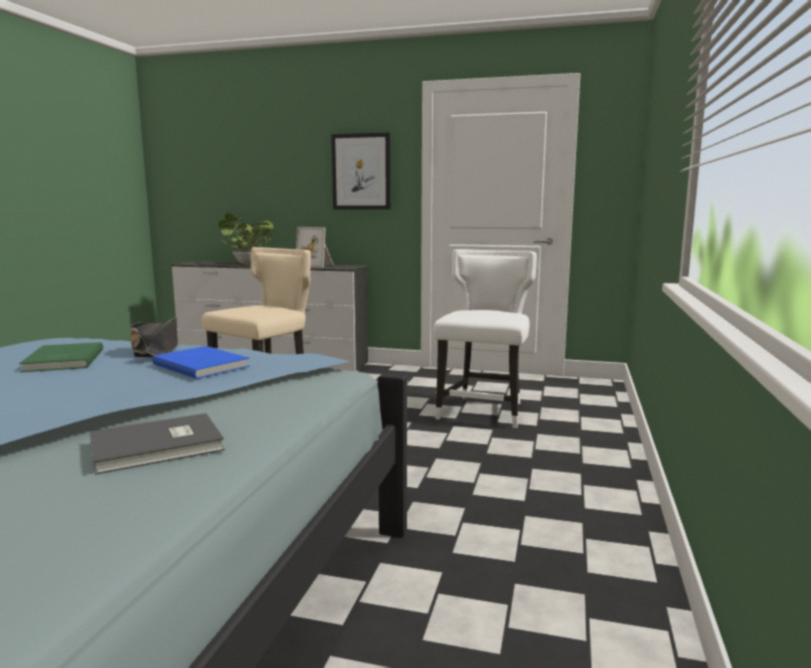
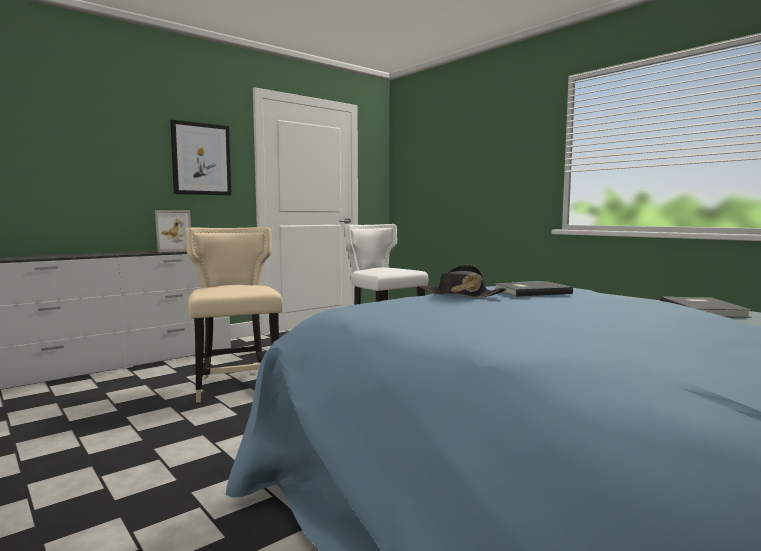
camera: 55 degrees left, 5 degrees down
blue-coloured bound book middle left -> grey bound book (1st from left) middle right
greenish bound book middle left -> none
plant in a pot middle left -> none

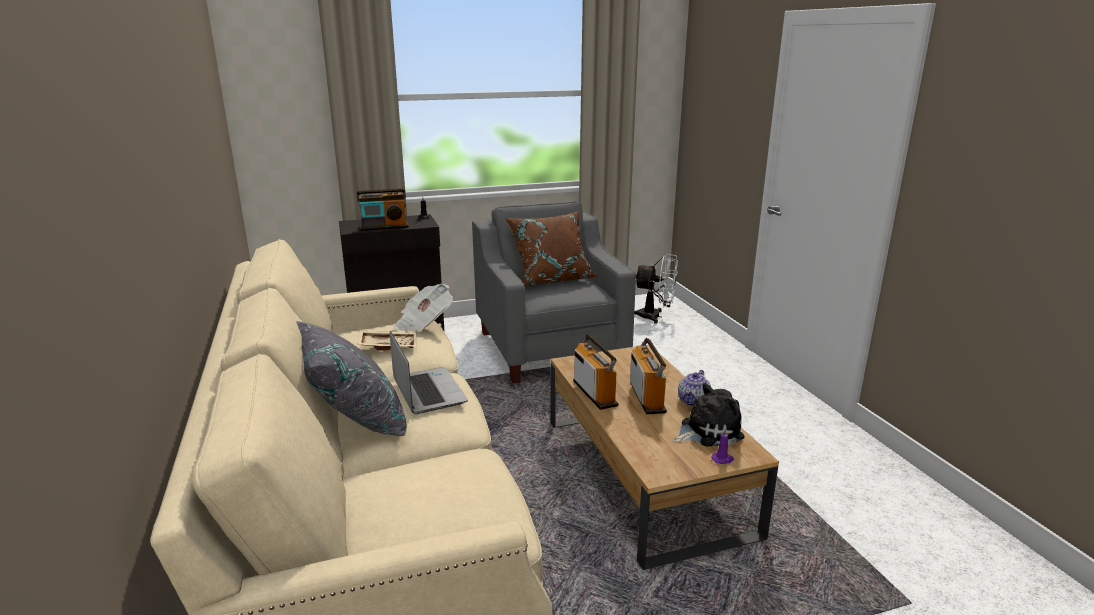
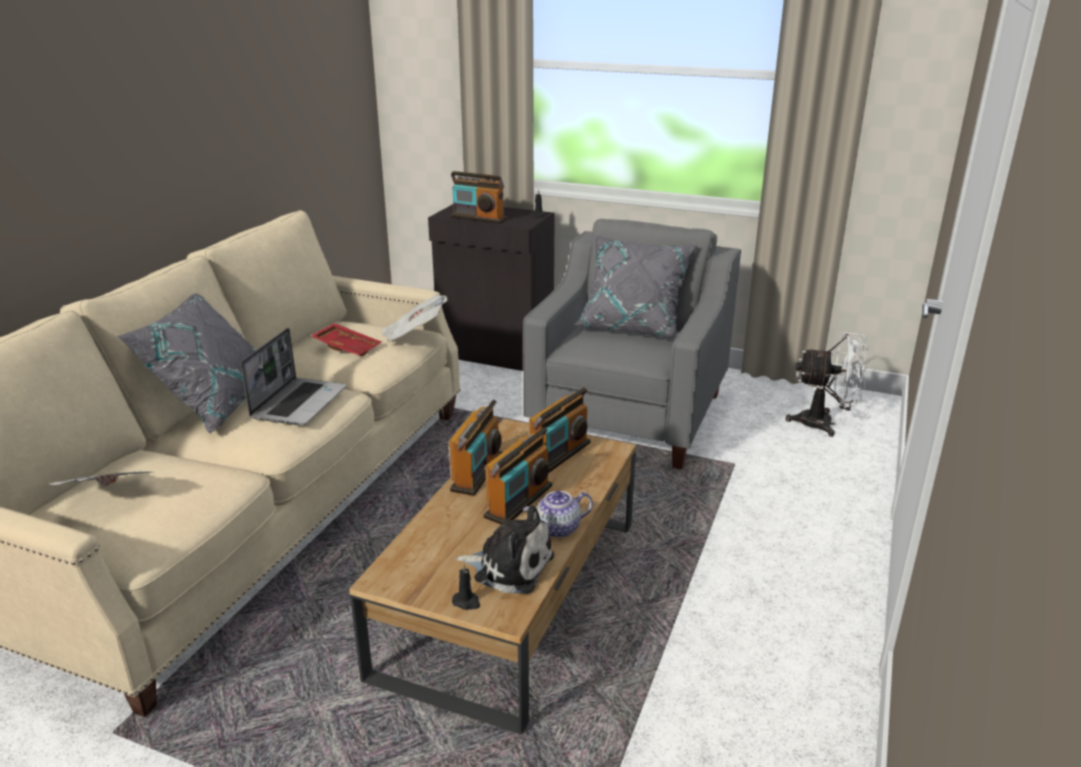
camera: 40 degrees right, 5 degrees up
none -> printed paper (1st from left) middle left
sand-coloured tray centre -> reddish tray middle left
purple wax candle bottom centre -> black wax candle (1st from left) bottom centre
none -> radio (4th from left) centre
brown cushion centre -> grey cushion (2nd from left) centre
whitish fan centre -> whitish fan middle right, 45 degrees counterclockwise

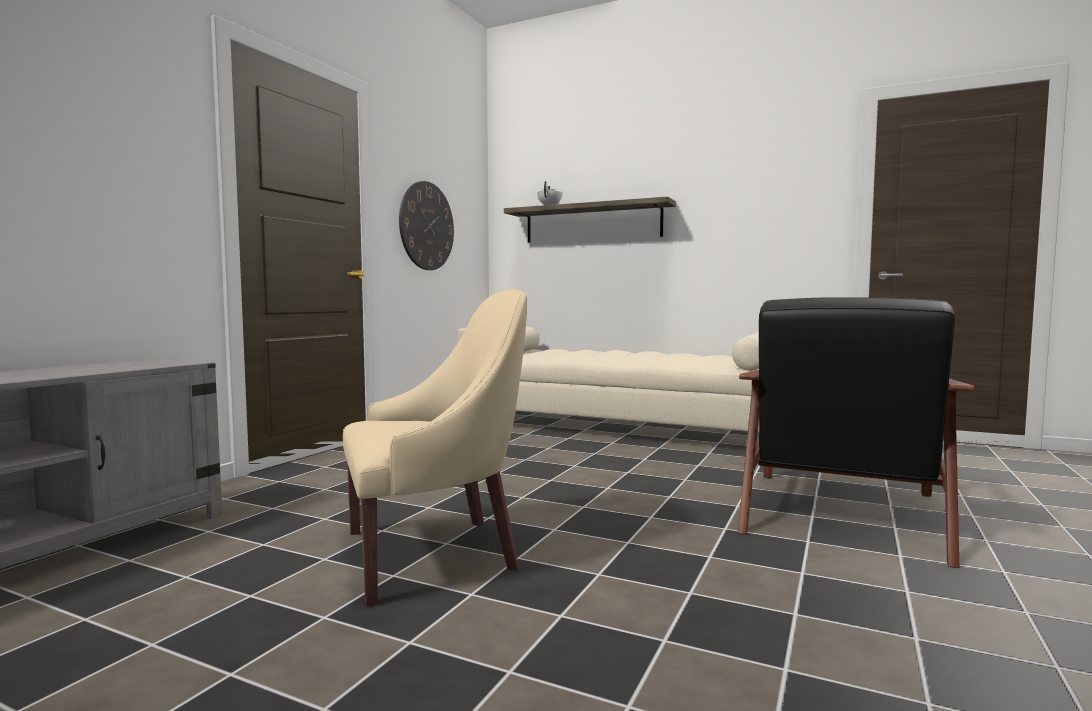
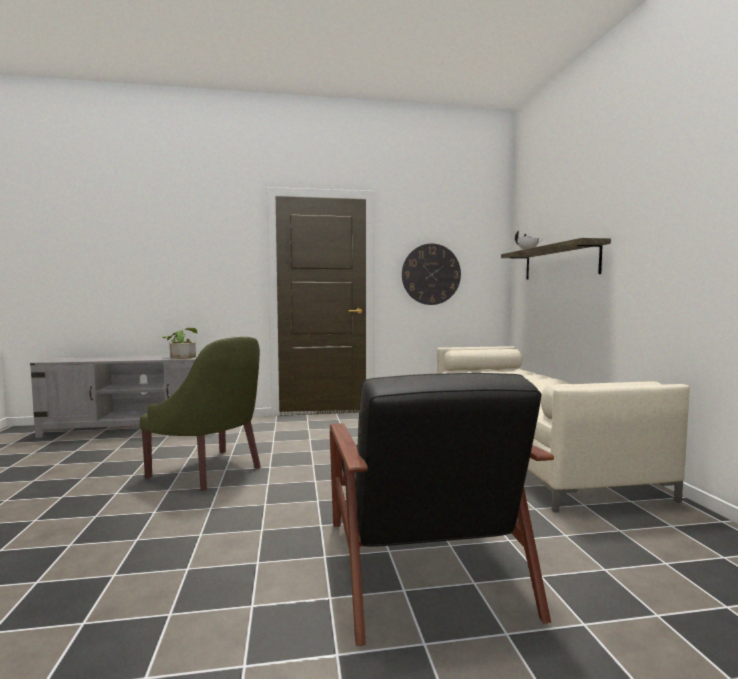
camera: 55 degrees right, 0 degrees up
sand-coloured easy chair centre -> greenish easy chair middle left
none -> plant in a pot middle left
black easy chair middle right -> black easy chair bottom centre, 90 degrees counterclockwise

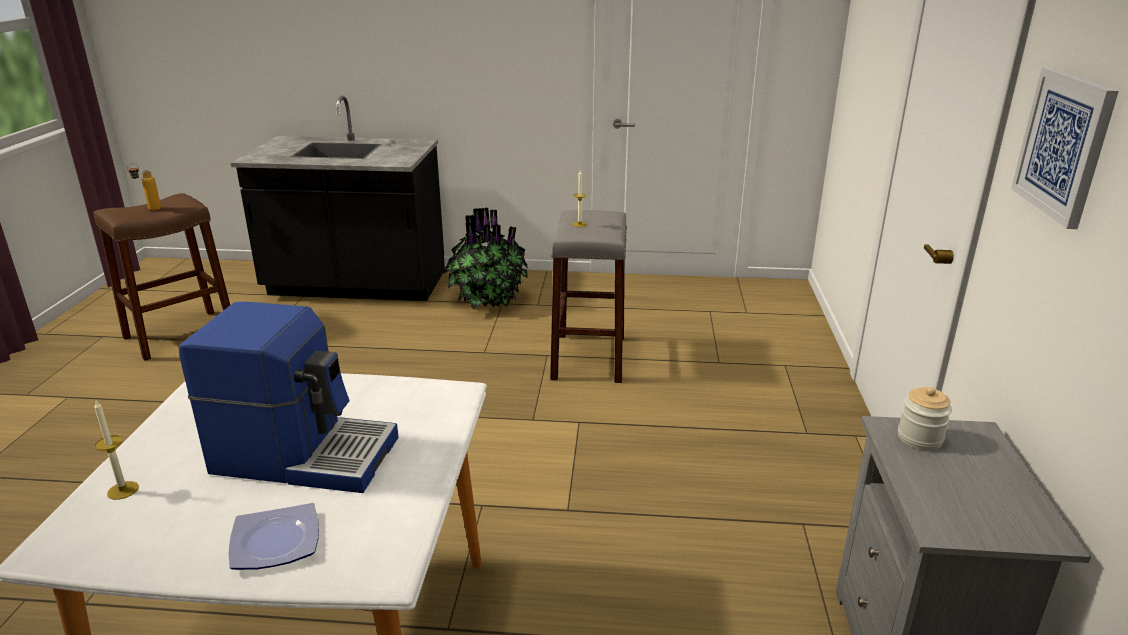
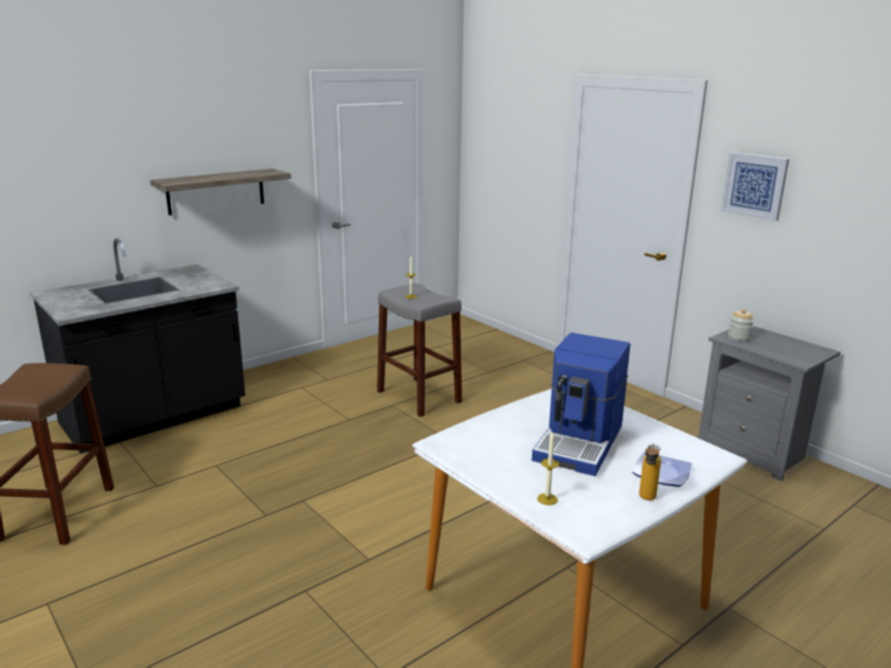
camera: 45 degrees left, 5 degrees down
none -> bracket shelf top left
coffee maker middle left -> coffee maker centre, 150 degrees clockwise
drink bottle top left -> drink bottle bottom right, move
plant in a pot centre -> none

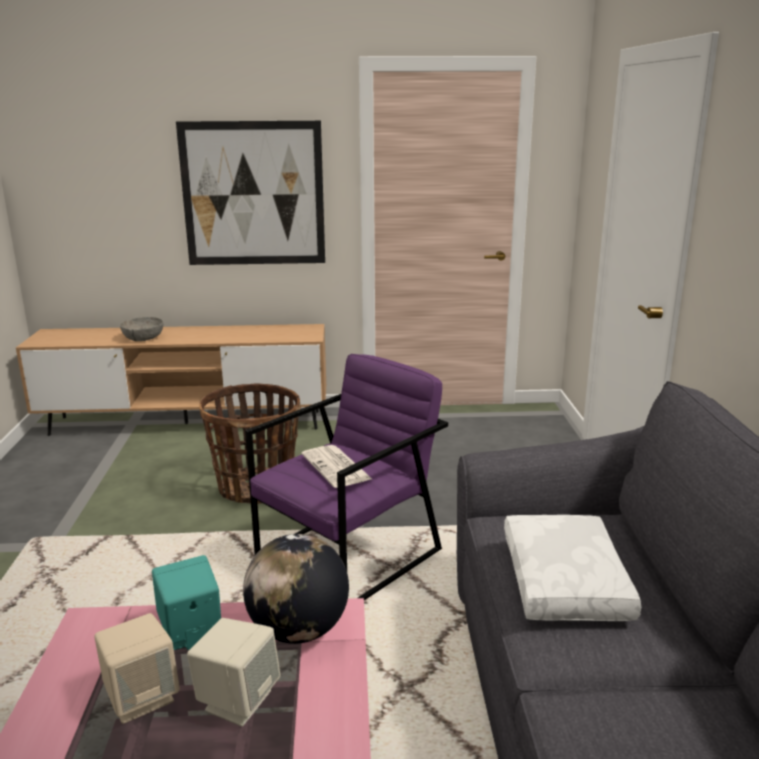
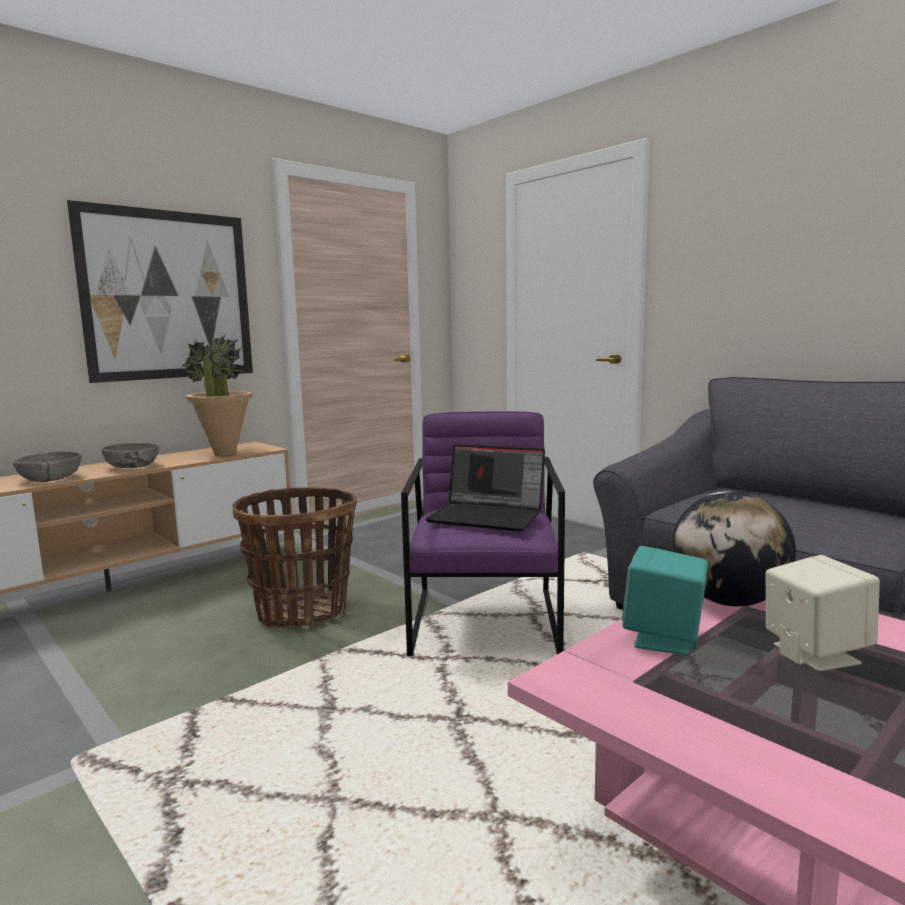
camera: 40 degrees left, 10 degrees down
none -> grey deep dish (2nd from left) middle left
none -> plant in a pot middle left
printed paper centre -> notebook computer centre
sand-coloured loudspeaker (1st from left) bottom left -> none
whitish cushion bottom right -> none

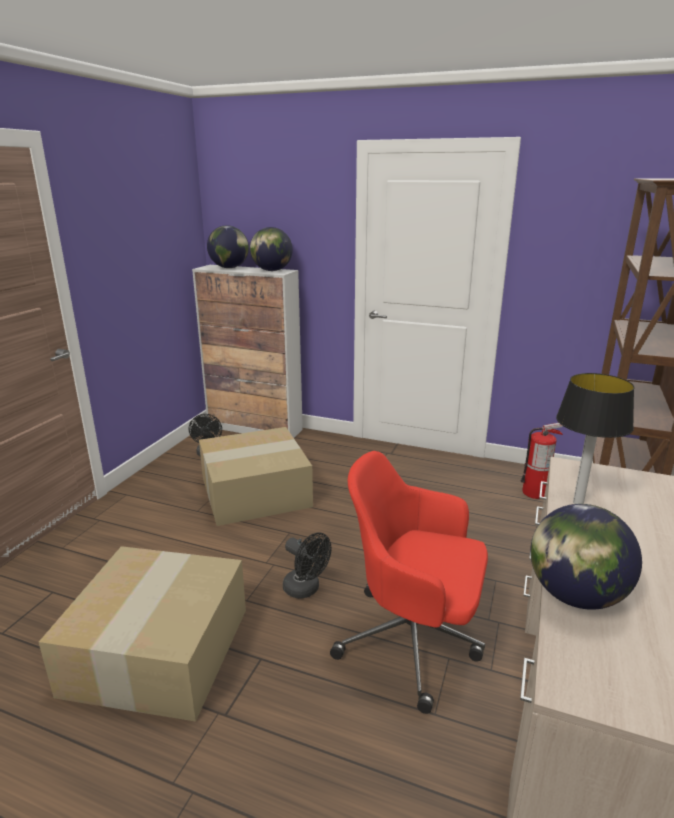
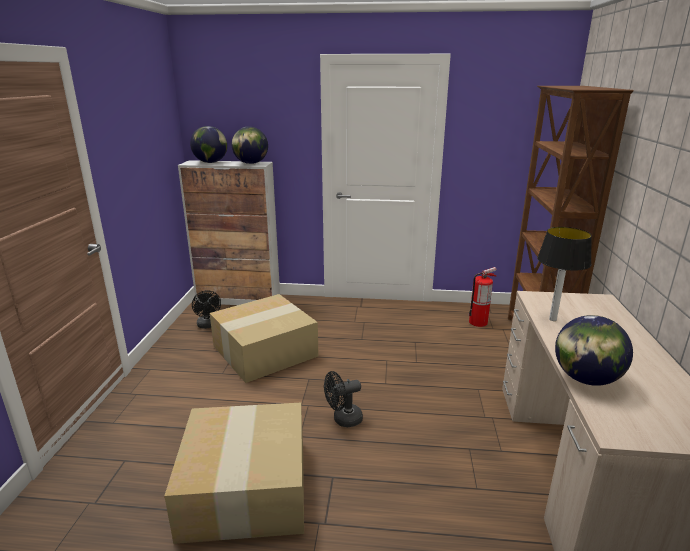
camera: 15 degrees left, 0 degrees up
black fan (2nd from left) bottom centre, 135 degrees clockwise
reddish office chair bottom centre -> none

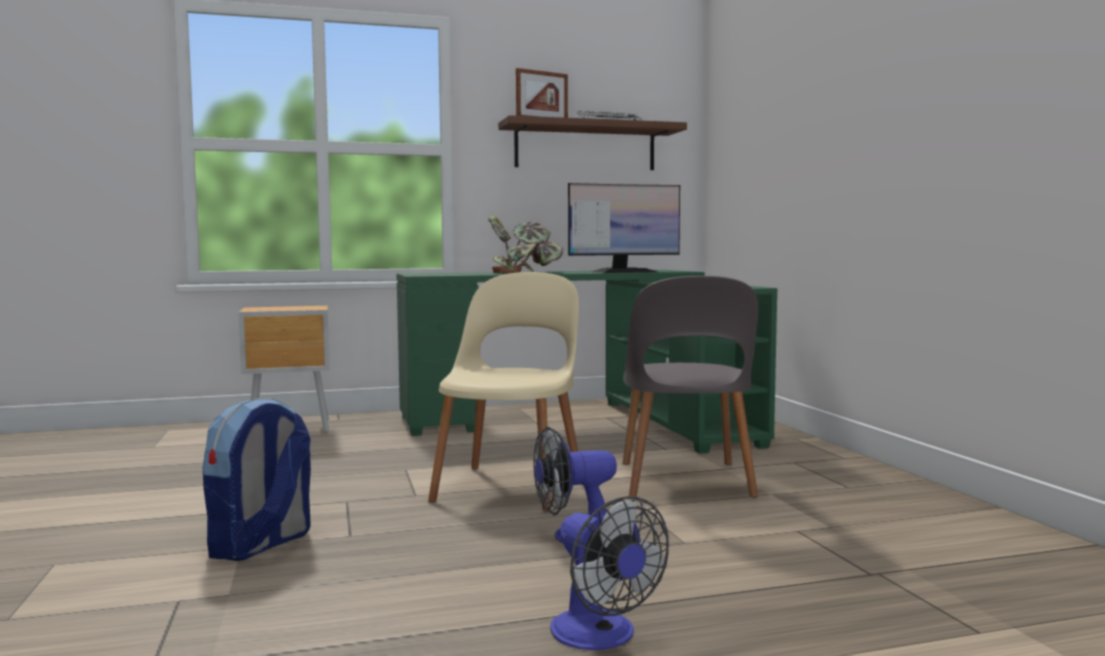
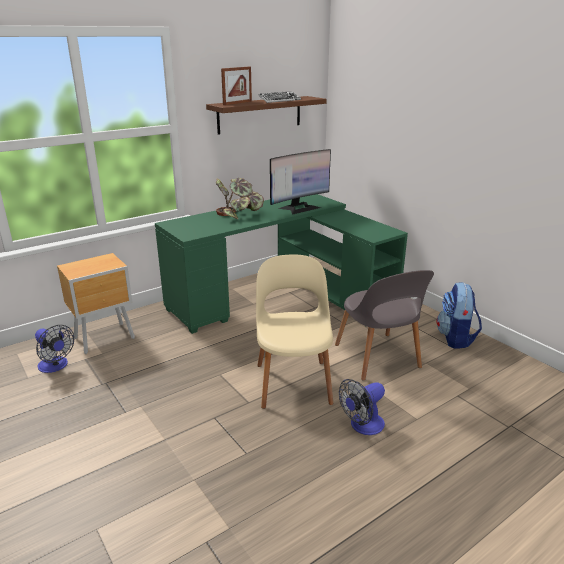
camera: 20 degrees left, 20 degrees up
fan (2nd from left in the first image) bottom centre -> fan (1st from left) middle left, move
backpack bottom left -> backpack middle right, move

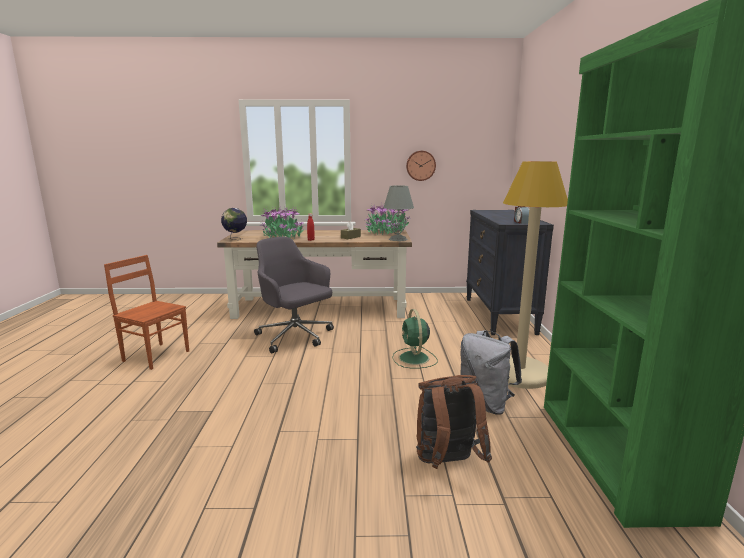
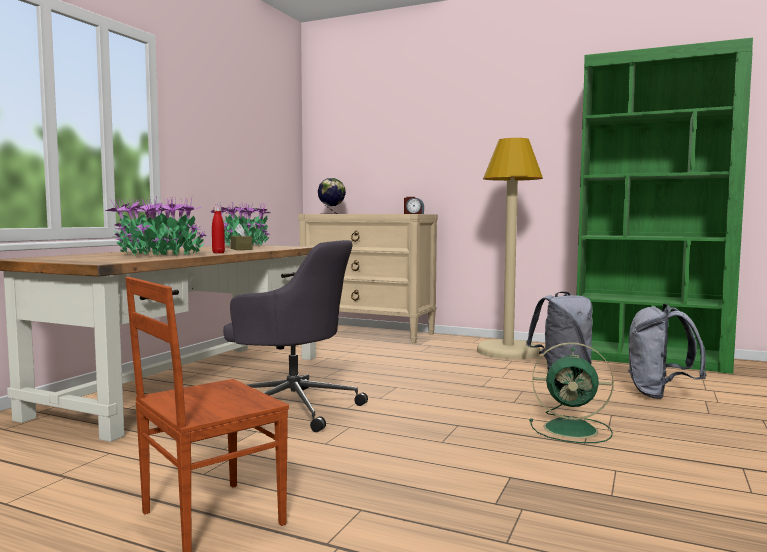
camera: 65 degrees left, 10 degrees down
grey office chair centre, 135 degrees counterclockwise
black drawer chest middle right -> sand-coloured drawer chest centre
desk globe middle left -> desk globe centre, move
greenish fan centre -> greenish fan bottom right, move
brown backpack bottom centre -> grey backpack (2nd from left) middle right
grey tabletop lamp centre -> none
wall clock top centre -> none

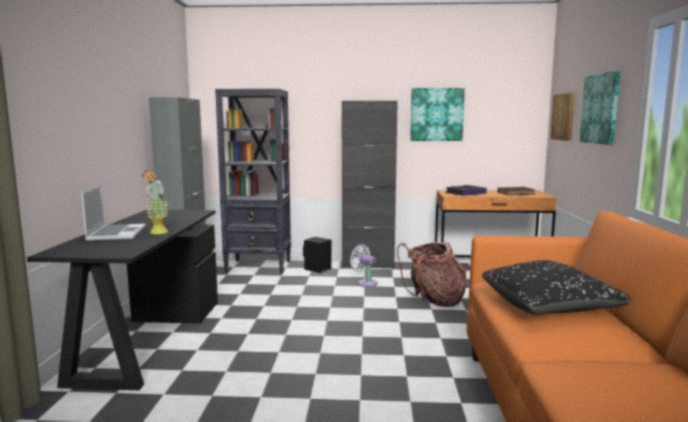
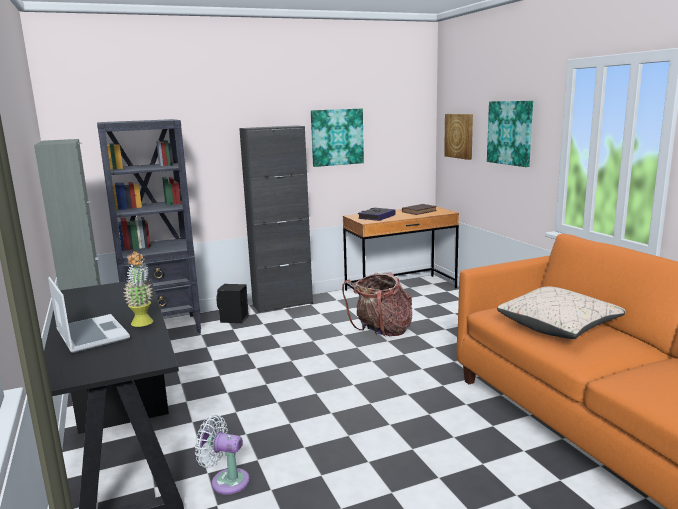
camera: 25 degrees left, 5 degrees up
whitish fan centre -> whitish fan bottom left, move
black cushion bottom right -> sand-coloured cushion middle right

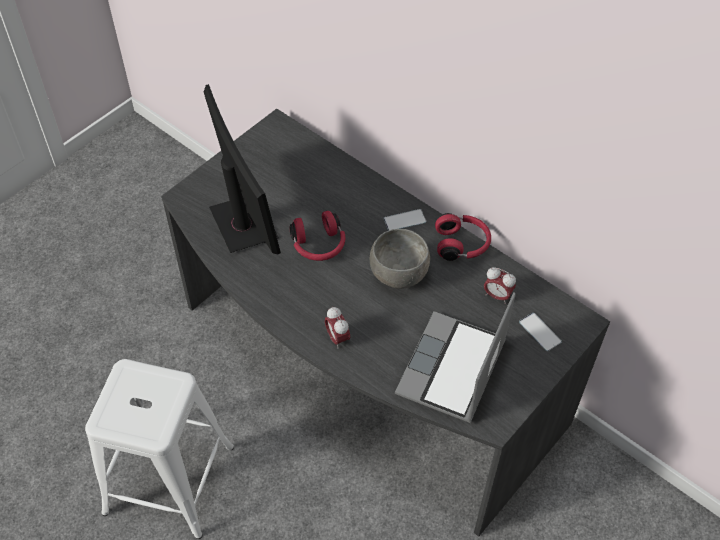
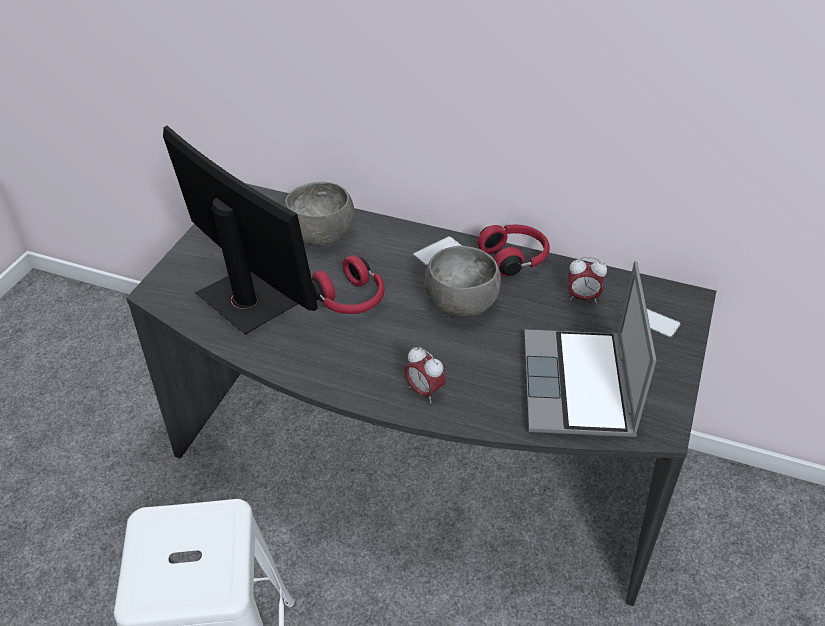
camera: 20 degrees left, 10 degrees down
none -> grey deep dish (1st from left) centre

